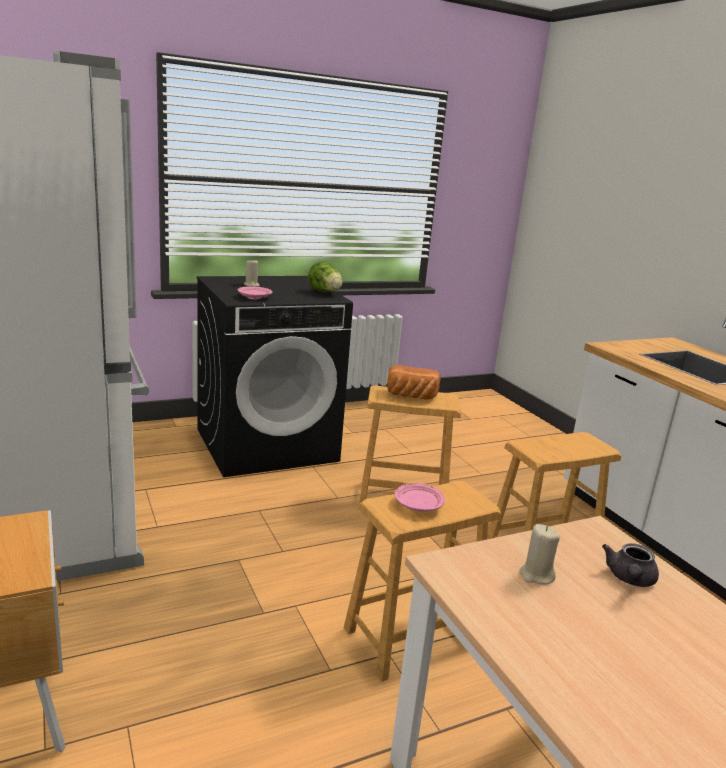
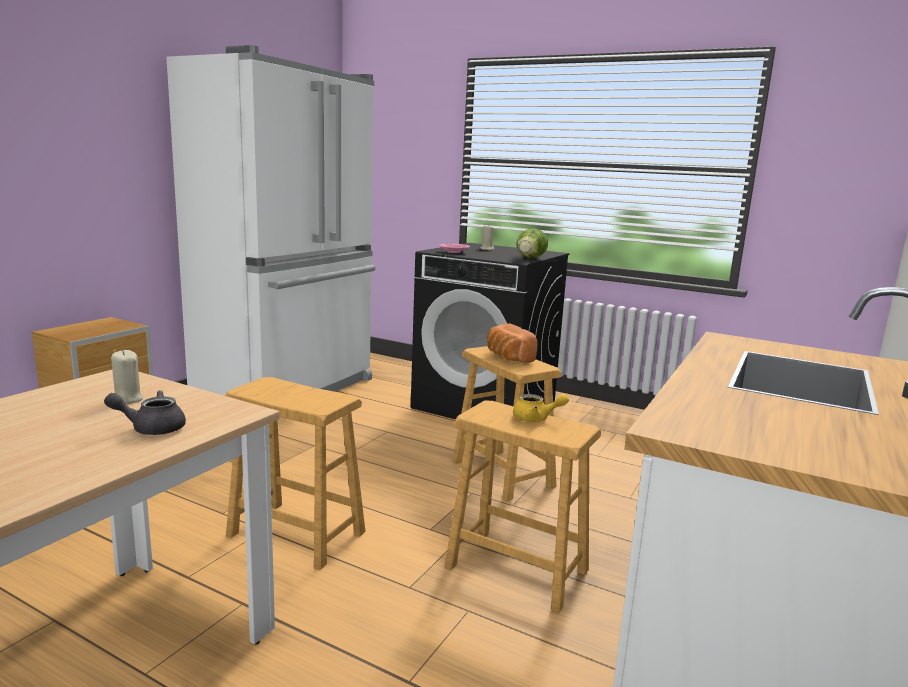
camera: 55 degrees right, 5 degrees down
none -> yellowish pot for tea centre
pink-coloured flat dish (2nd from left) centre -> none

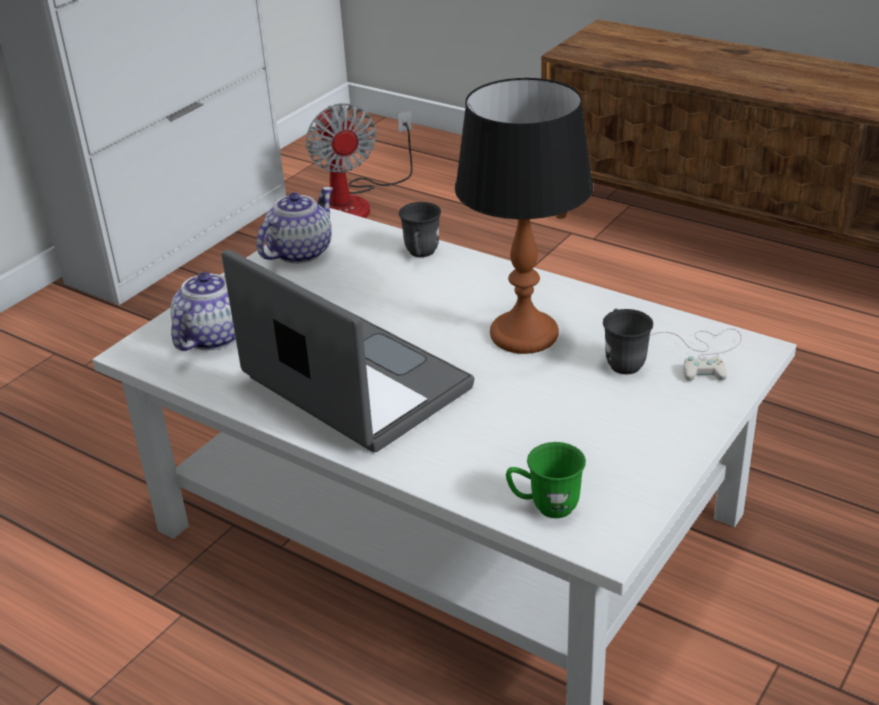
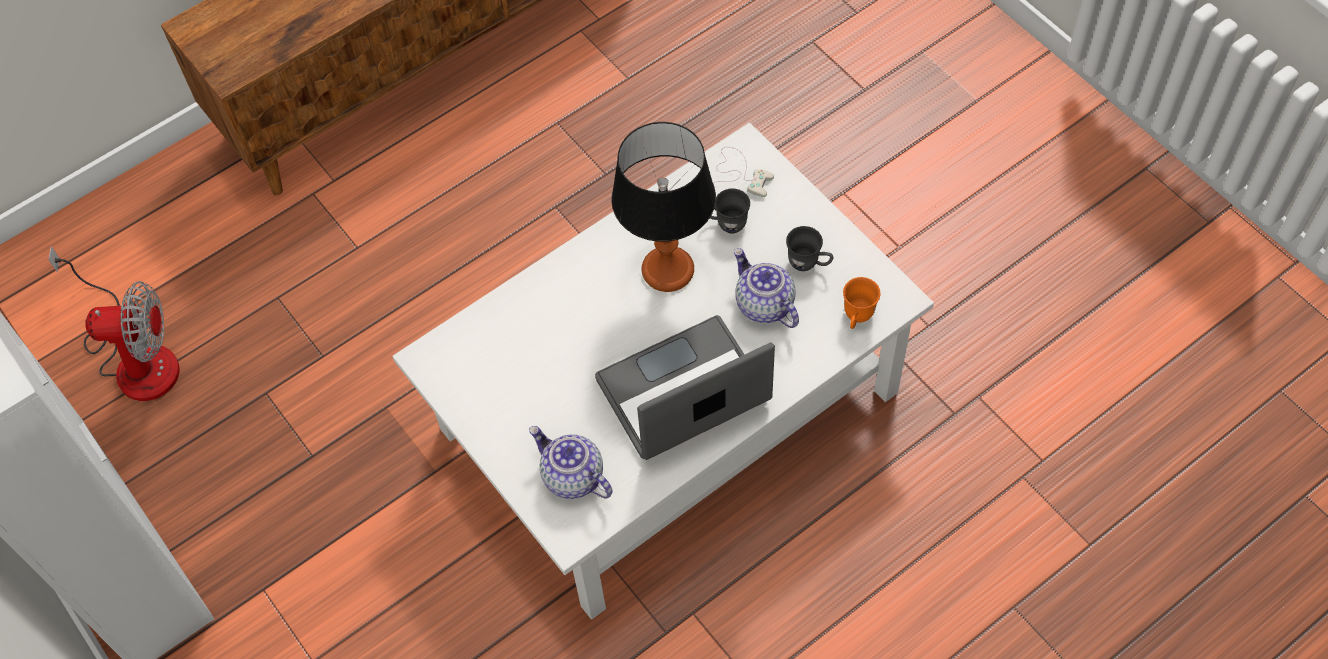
camera: 70 degrees left, 25 degrees up
pot for tea (2nd from left) top centre -> pot for tea (2nd from left) centre, move
grey mug (1st from left in the first image) top centre -> grey mug (2nd from left) centre, move
greenish mug bottom centre -> orange-coloured mug centre

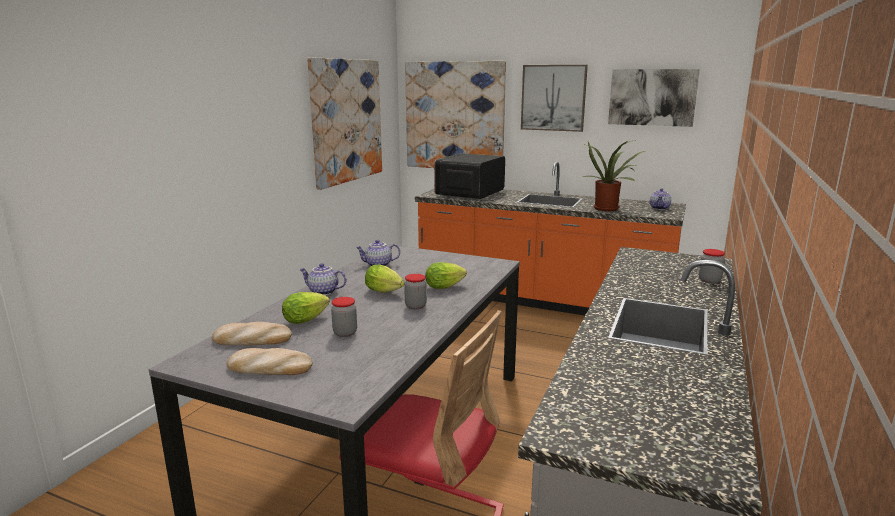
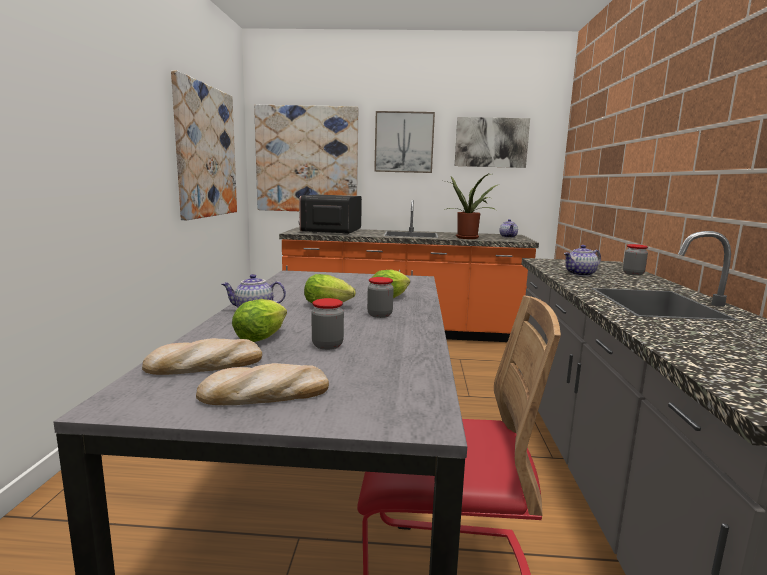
camera: 20 degrees left, 5 degrees down
pot for tea (2nd from left in the first image) centre -> pot for tea (3rd from left) middle right, move

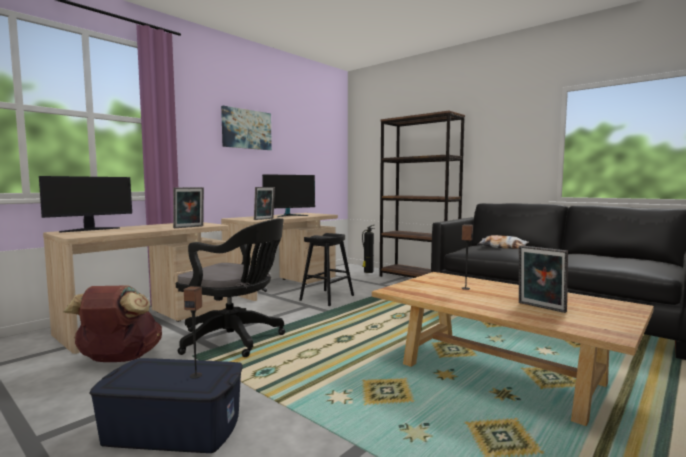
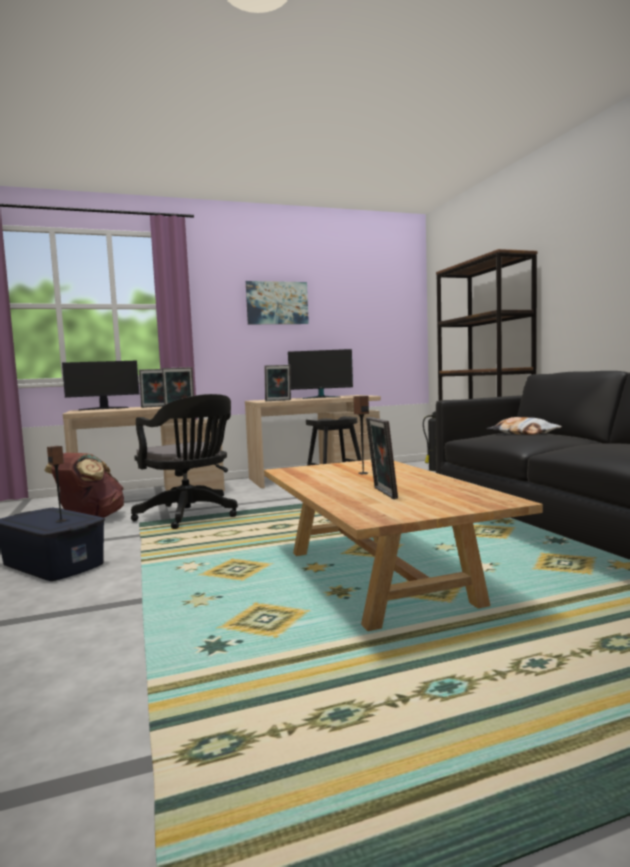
camera: 30 degrees right, 0 degrees up
none -> picture frame (1st from left) middle left

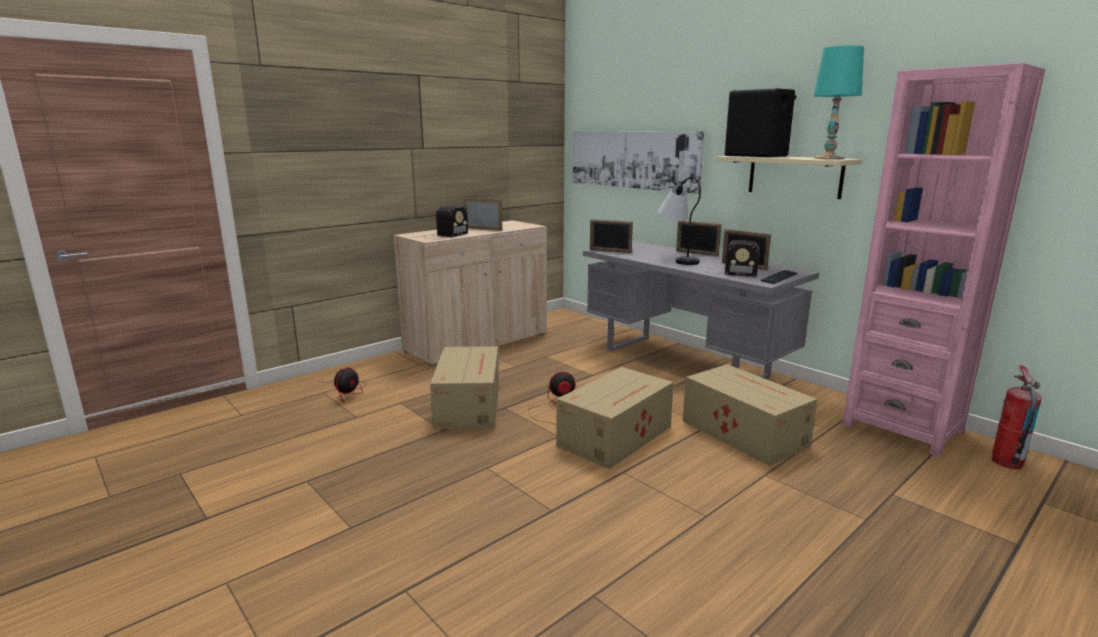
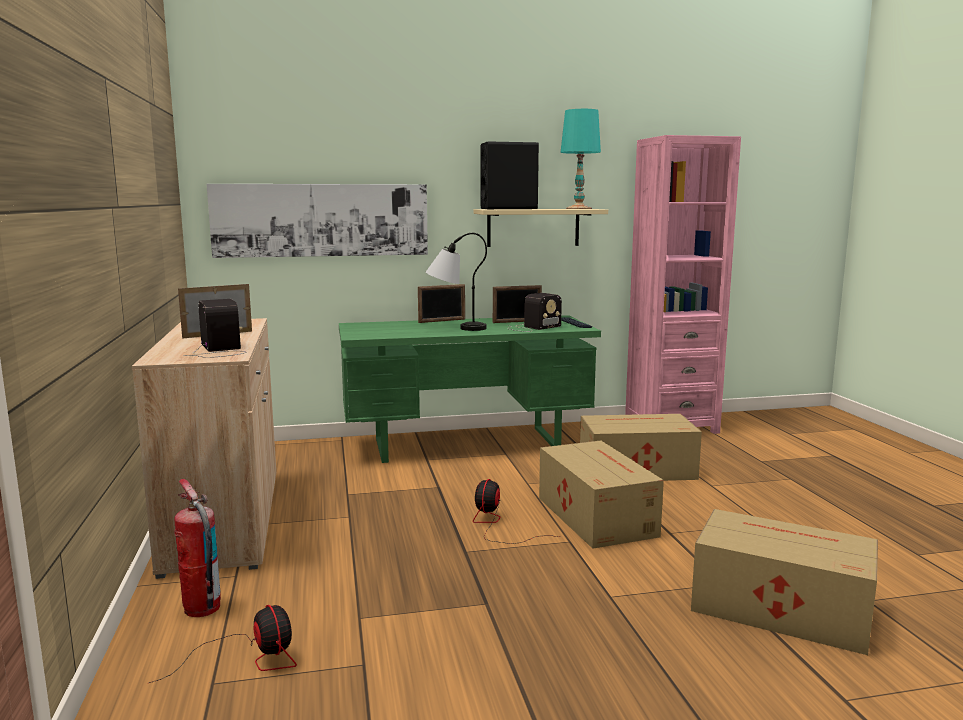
camera: 60 degrees left, 5 degrees down
fire-fighting cylinder middle right -> fire-fighting cylinder bottom left, move
grey desk unit centre -> greenish desk unit centre
cardboard box (1st from left in the first image) centre -> cardboard box (3rd from left) bottom right, move
picture frame (2nd from left) centre -> none

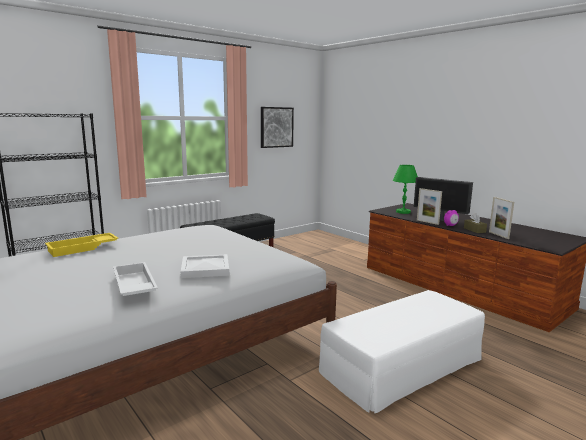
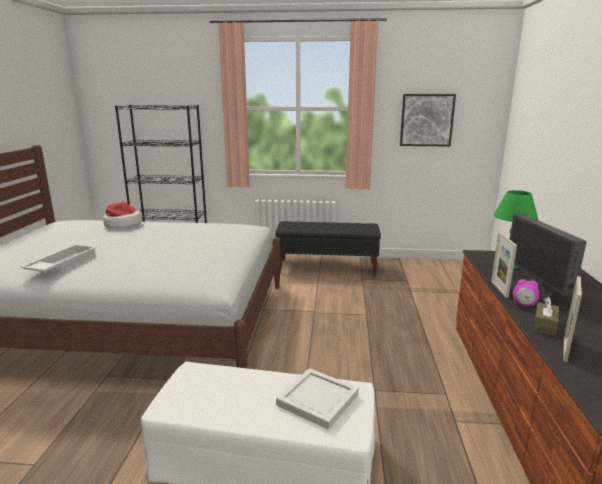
camera: 45 degrees right, 5 degrees up
yellowish tray middle left -> hat middle left
whitish tray (2nd from left) centre -> whitish tray (2nd from left) bottom centre, move

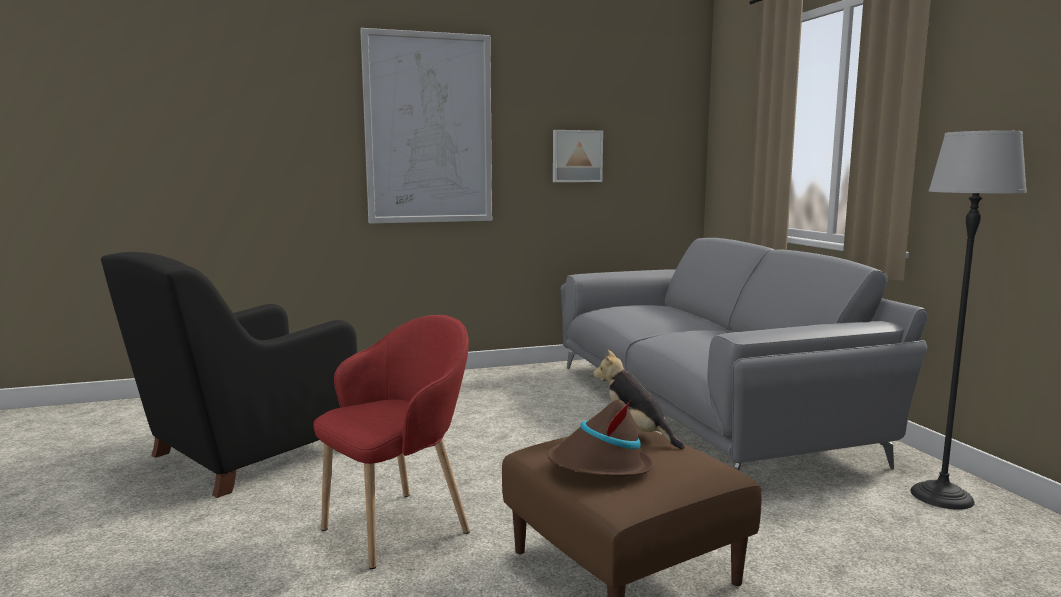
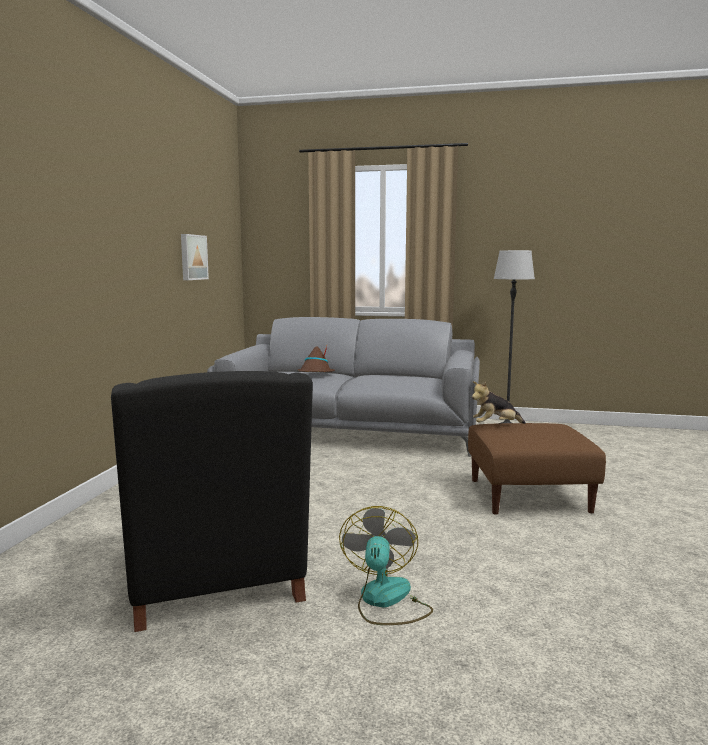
camera: 60 degrees left, 0 degrees up
brown hat bottom centre -> brown hat centre, move
none -> fan bottom centre
reddish easy chair bottom centre -> none
wall picture (1st from left) top centre -> none

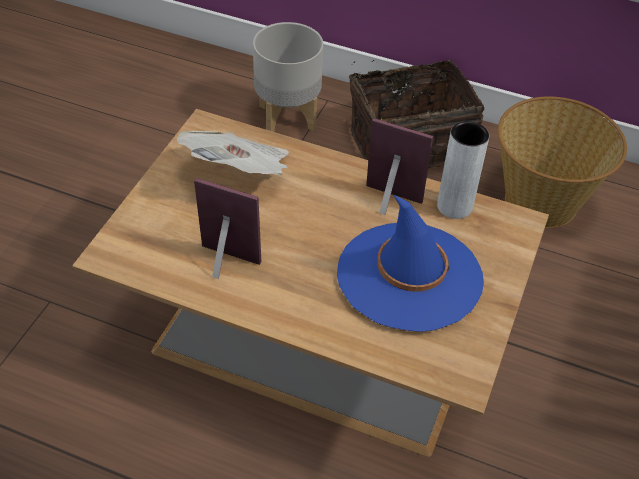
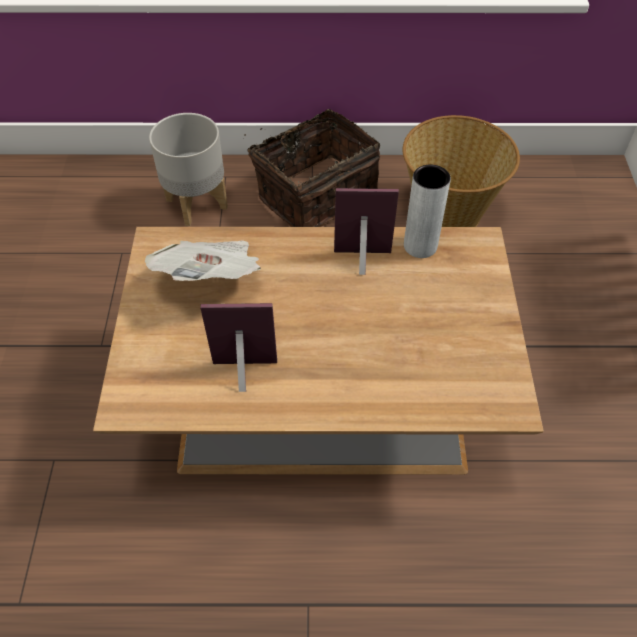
camera: 20 degrees left, 5 degrees up
blue-coloured hat centre -> none

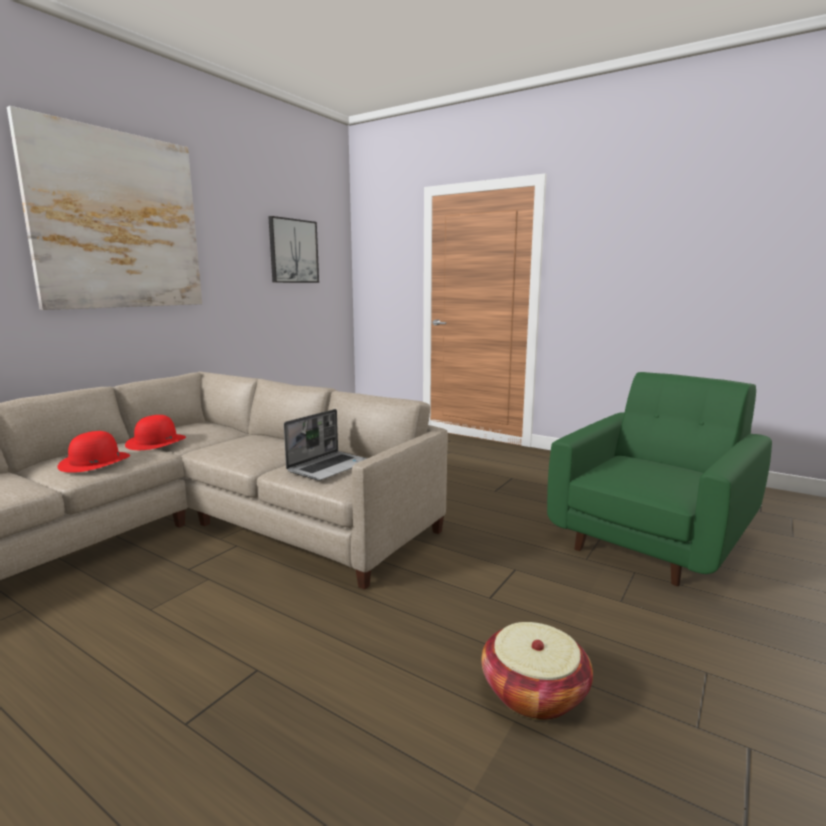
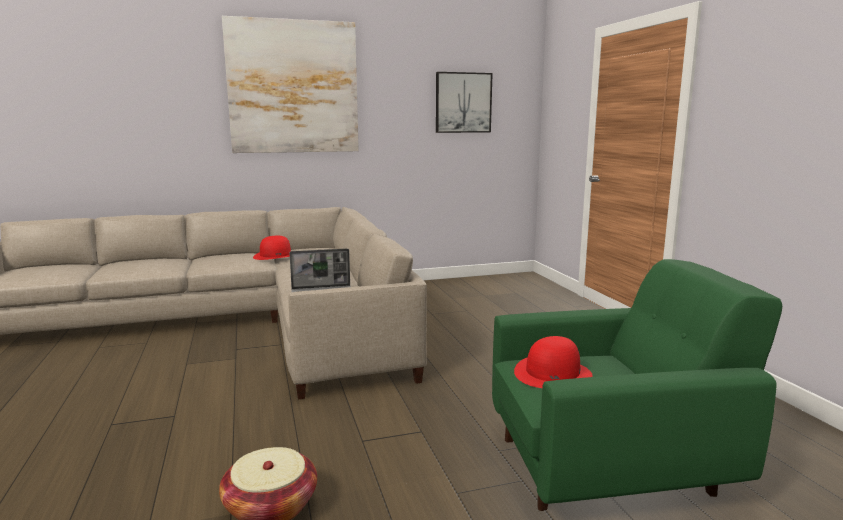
camera: 40 degrees right, 0 degrees up
reddish hat (1st from left in the first image) middle left -> reddish hat (2nd from left) bottom centre, move

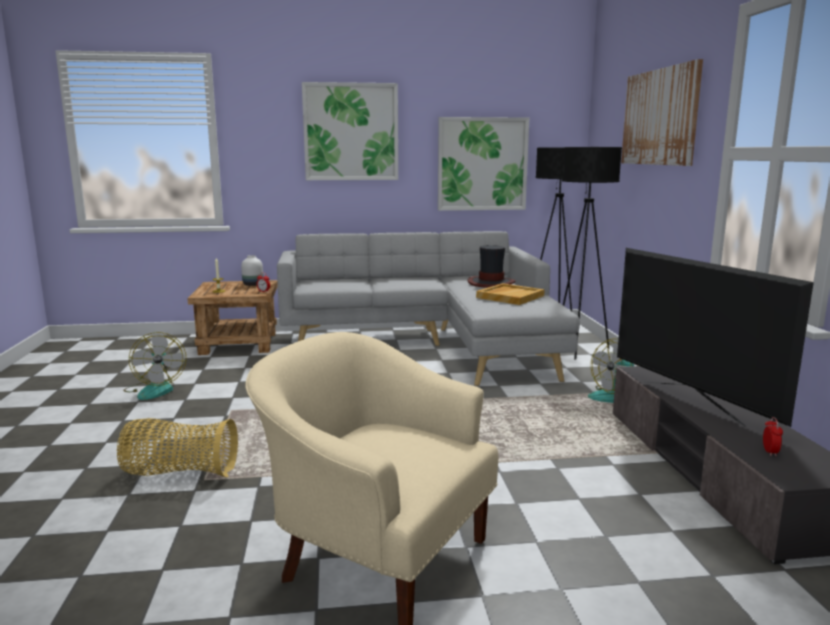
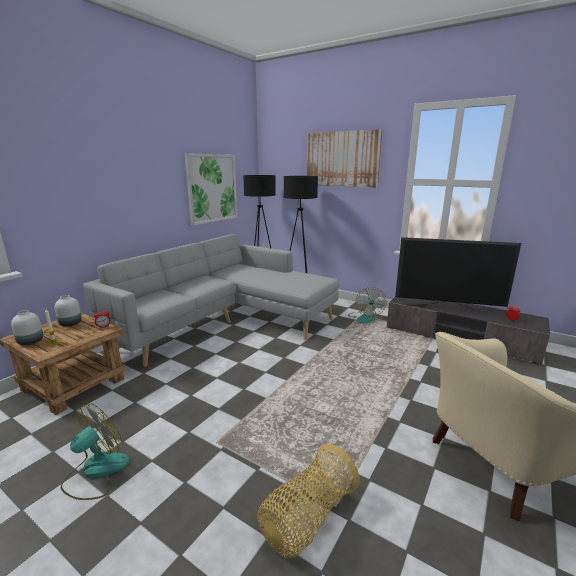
camera: 50 degrees left, 5 degrees up
none -> whitish flower vase (1st from left) middle left
fan (1st from left) middle left -> fan (1st from left) bottom left, 75 degrees counterclockwise
wall picture (1st from left) top centre -> none
hat centre -> none
sand-coloured tray centre -> none

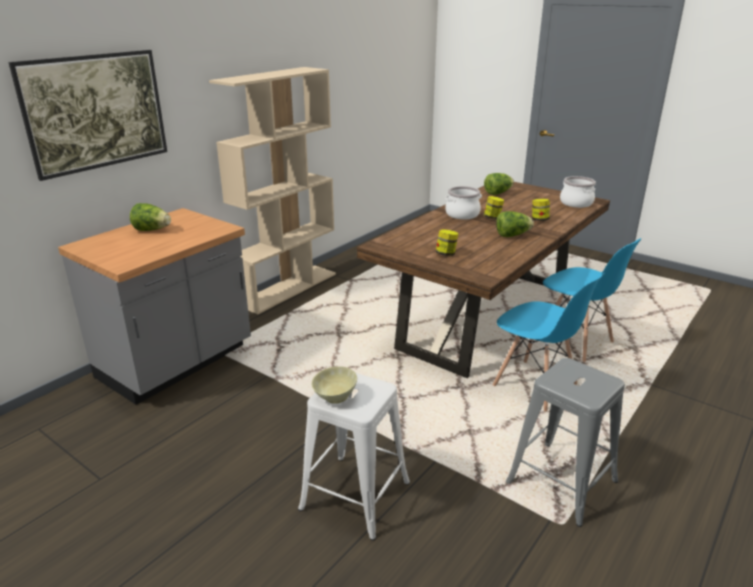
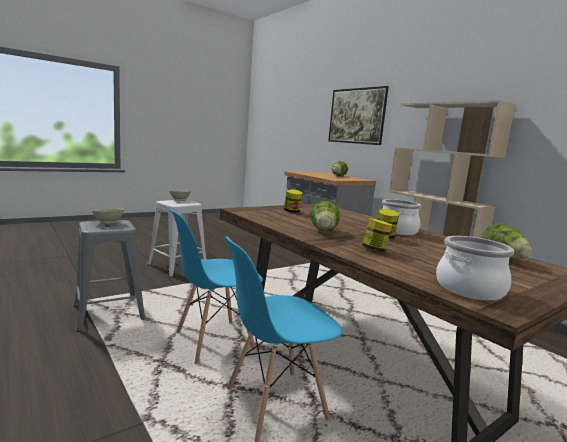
camera: 105 degrees right, 15 degrees down
none -> sand-coloured deep dish (1st from left) middle left

